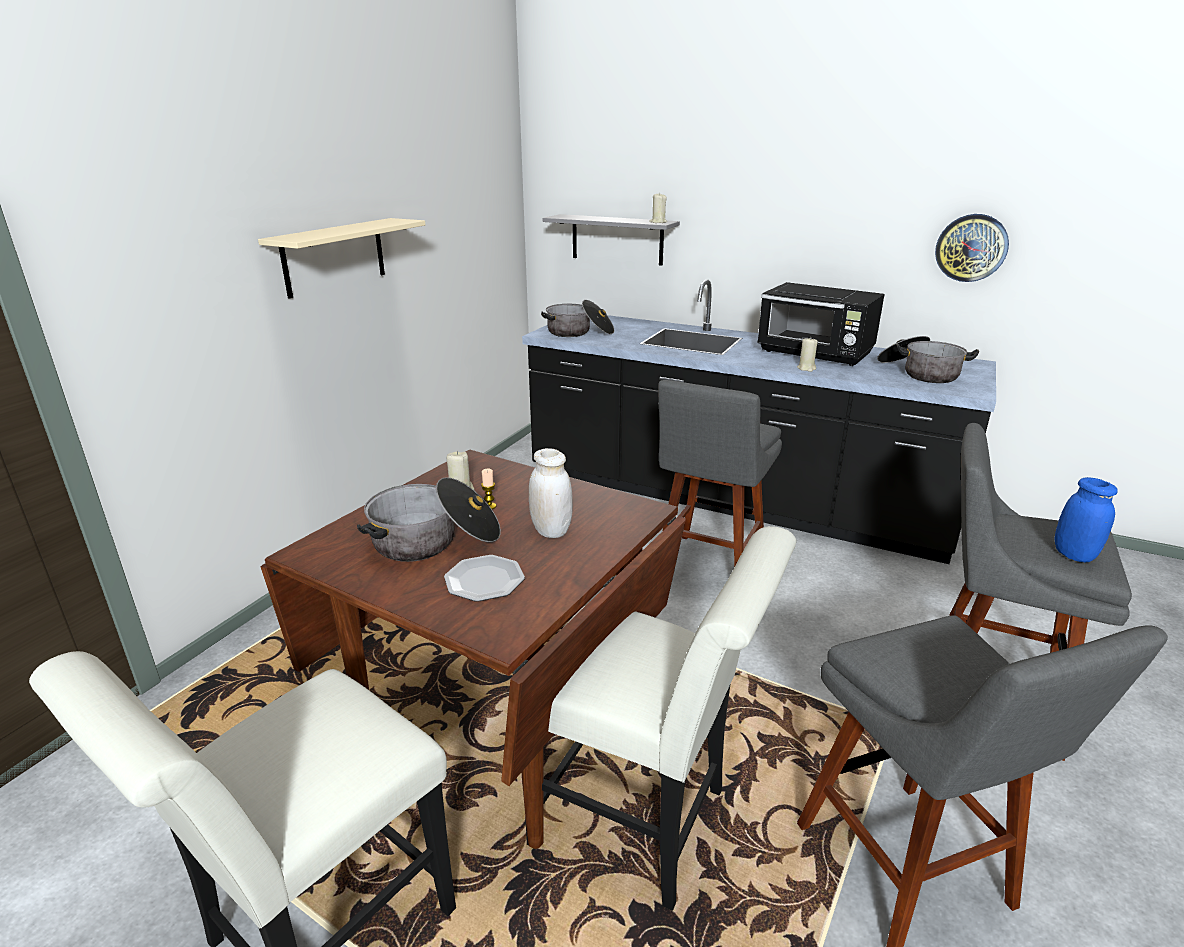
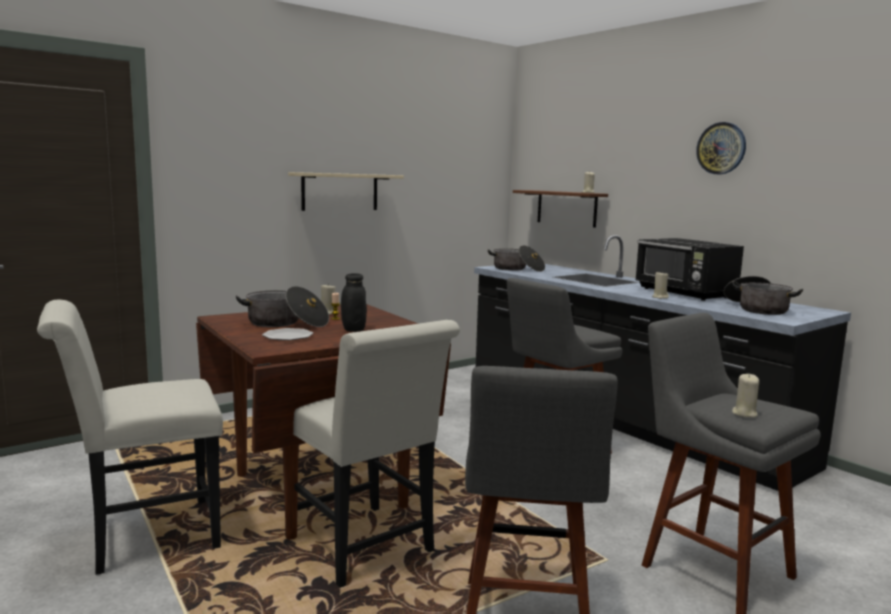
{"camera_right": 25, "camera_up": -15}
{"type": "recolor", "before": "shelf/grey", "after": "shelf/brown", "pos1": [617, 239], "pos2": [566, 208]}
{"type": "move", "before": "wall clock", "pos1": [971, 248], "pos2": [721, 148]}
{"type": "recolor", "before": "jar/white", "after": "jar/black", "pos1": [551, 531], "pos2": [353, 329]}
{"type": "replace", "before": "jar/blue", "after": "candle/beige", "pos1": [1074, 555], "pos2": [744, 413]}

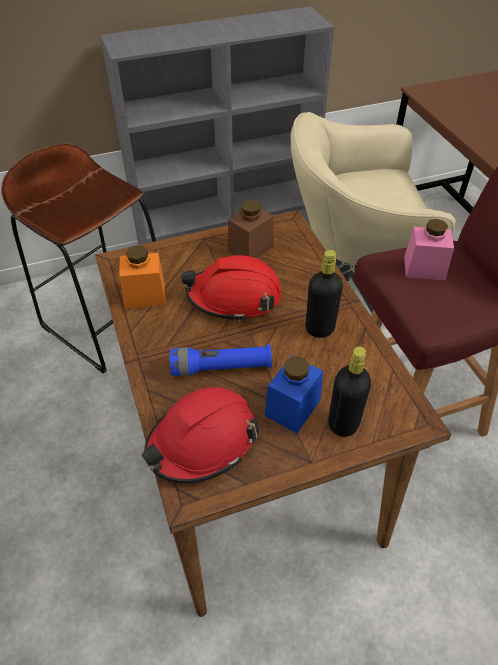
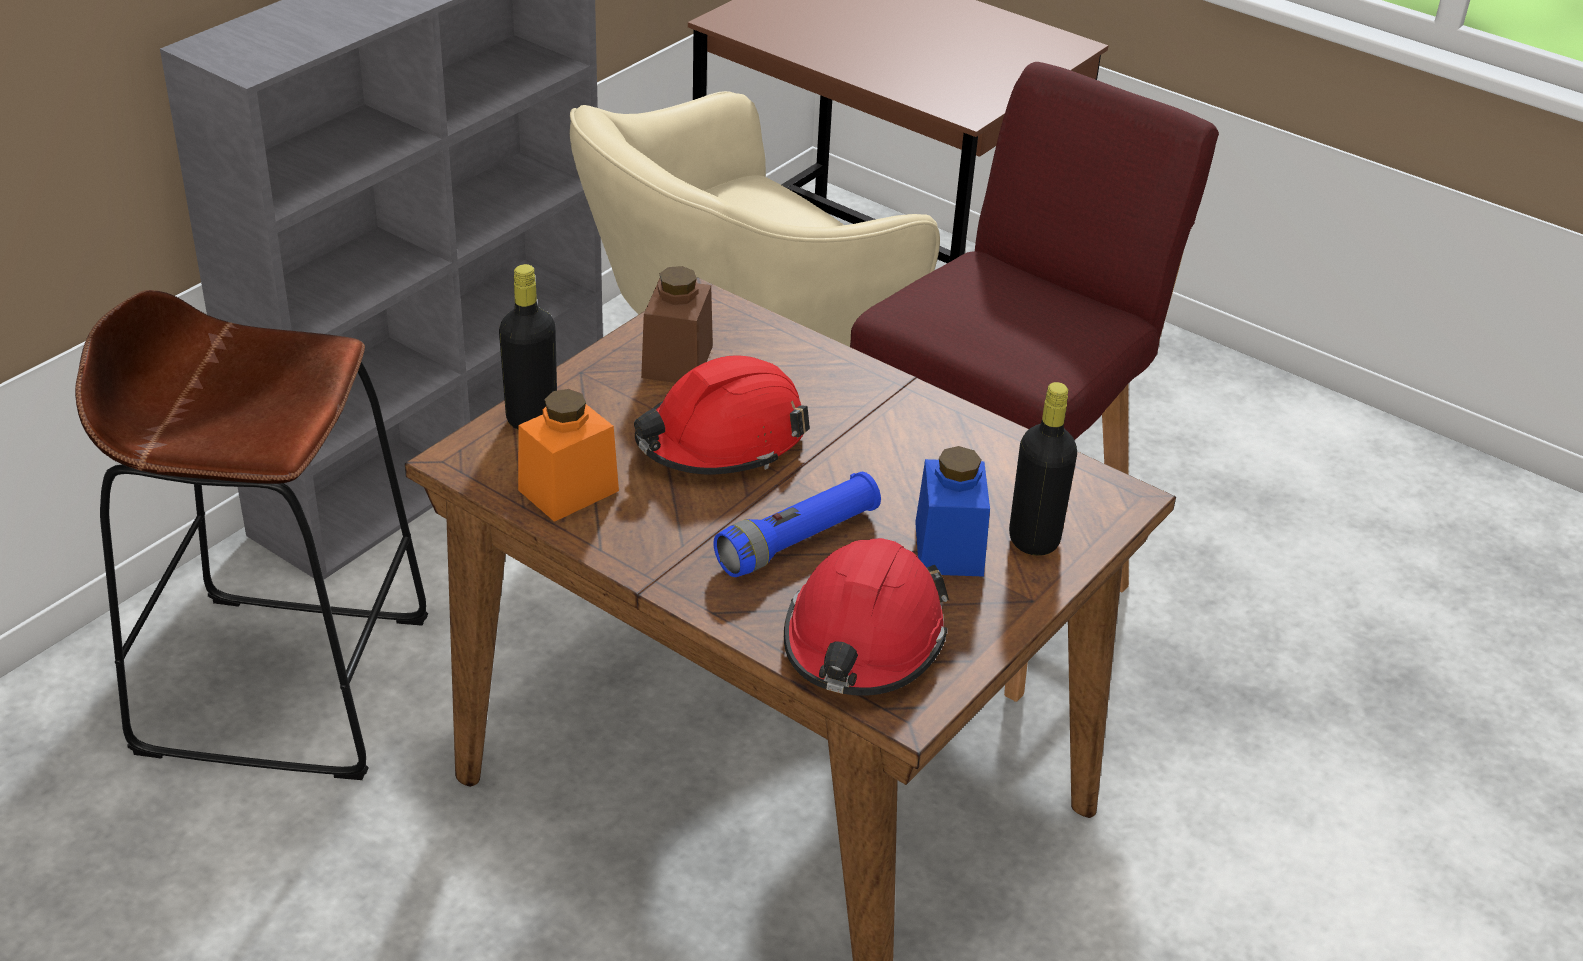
{"camera_right": -35, "camera_up": -10}
{"type": "delete", "before": "jar/pink", "pos1": [424, 268]}
{"type": "move", "before": "bottle/black", "pos1": [319, 328], "pos2": [532, 418]}

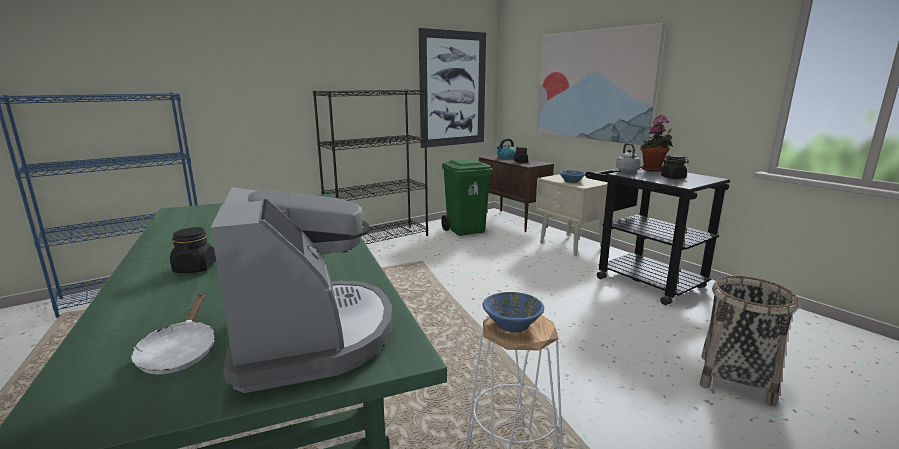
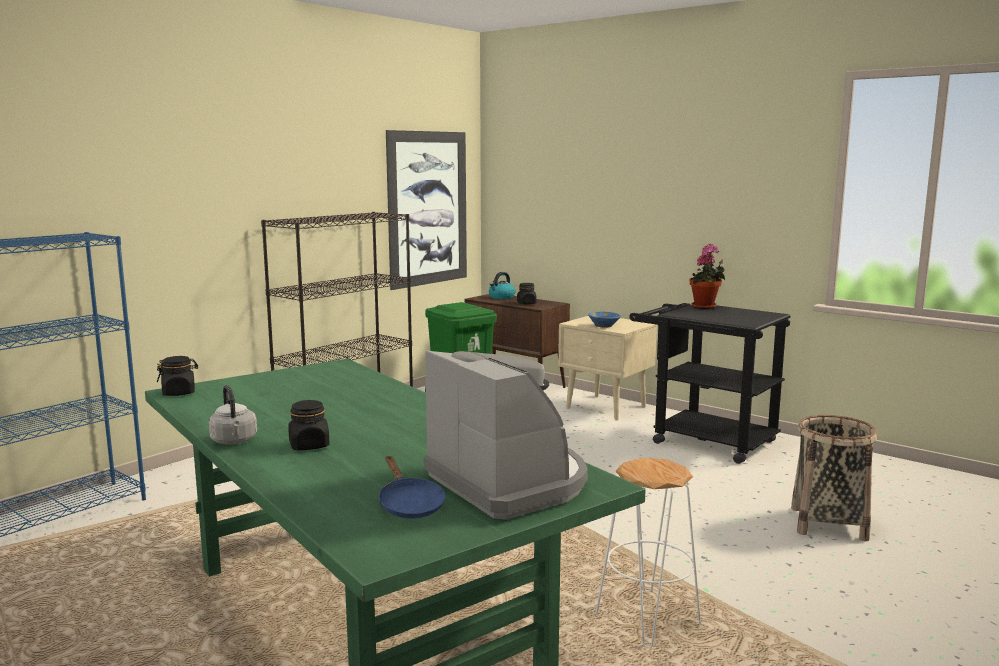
{"camera_right": -15, "camera_up": -5}
{"type": "delete", "before": "picture", "pos1": [593, 85]}
{"type": "move", "before": "kettle/grey", "pos1": [628, 171], "pos2": [234, 441]}
{"type": "move", "before": "jar/black", "pos1": [673, 177], "pos2": [179, 393]}
{"type": "delete", "before": "bowl/blue", "pos1": [512, 323]}
{"type": "recolor", "before": "frying pan/white", "after": "frying pan/blue", "pos1": [180, 352], "pos2": [409, 504]}

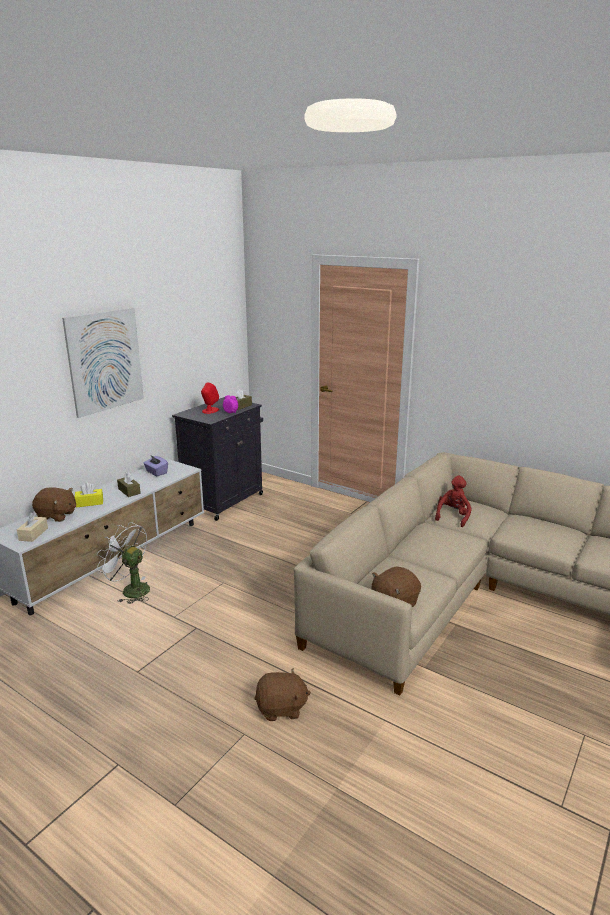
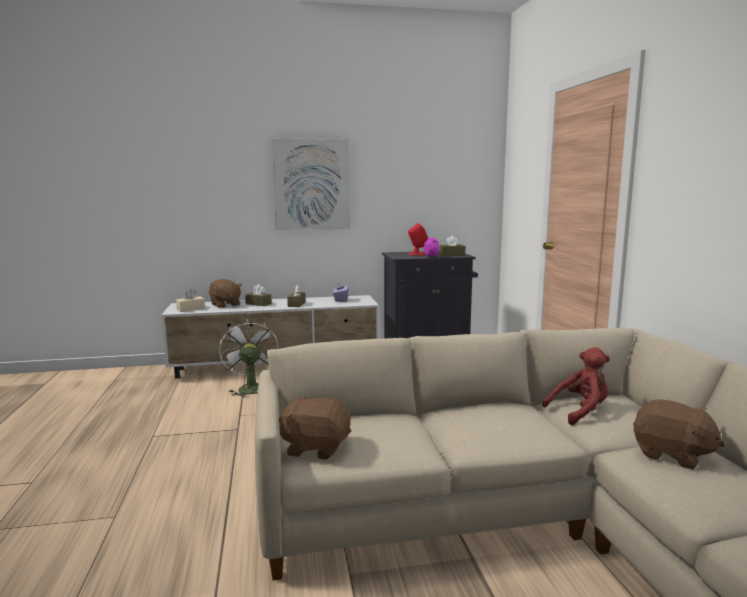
{"camera_right": 45, "camera_up": -10}
{"type": "recolor", "before": "tissue box/yellow", "after": "tissue box/brown", "pos1": [89, 503], "pos2": [258, 304]}
{"type": "move", "before": "plush toy/brown", "pos1": [281, 708], "pos2": [672, 455]}

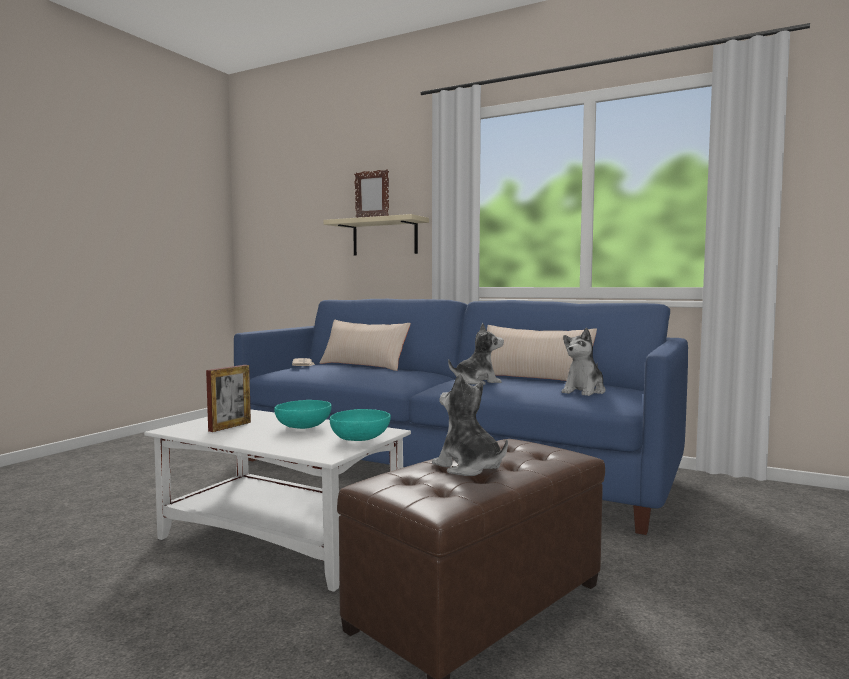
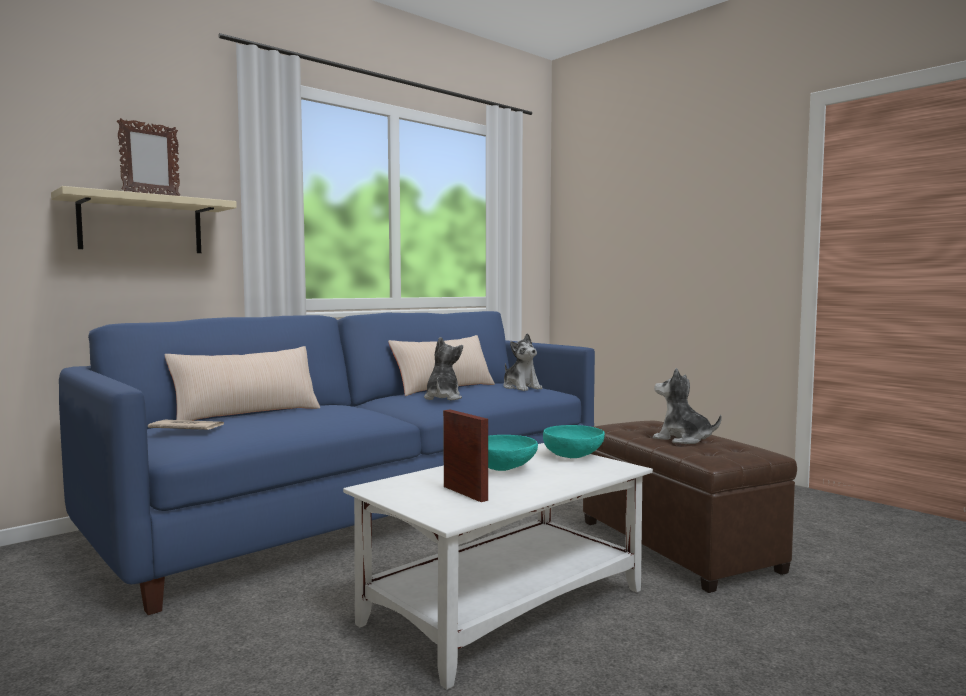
{"camera_right": -70, "camera_up": 0}
{"type": "rotate", "before": "plush toy", "pos1": [468, 467], "pos2": [682, 439], "turn": 60}

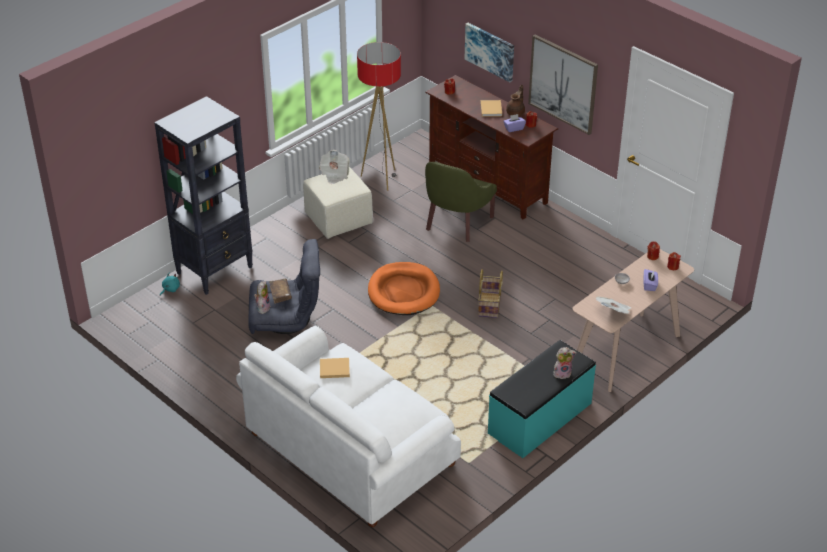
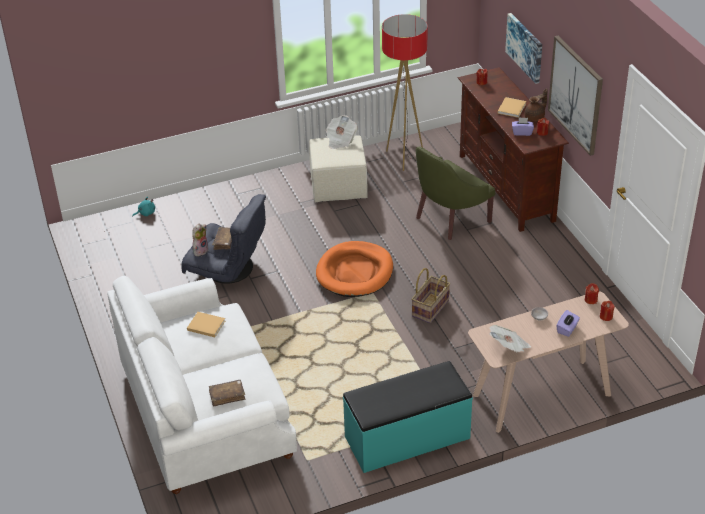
{"camera_right": 25, "camera_up": 0}
{"type": "delete", "before": "bookcase/black", "pos1": [215, 270]}
{"type": "delete", "before": "plush toy", "pos1": [562, 373]}
{"type": "insert", "after": "book/brown", "pos2": [227, 395]}

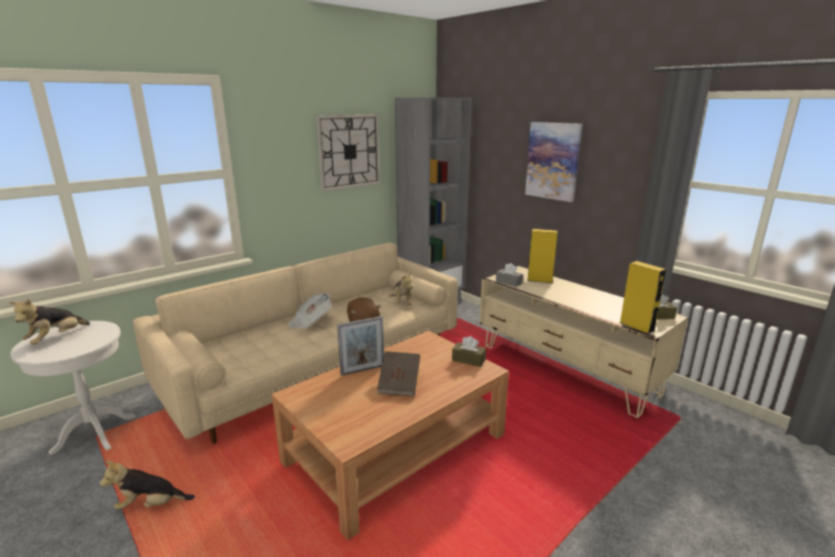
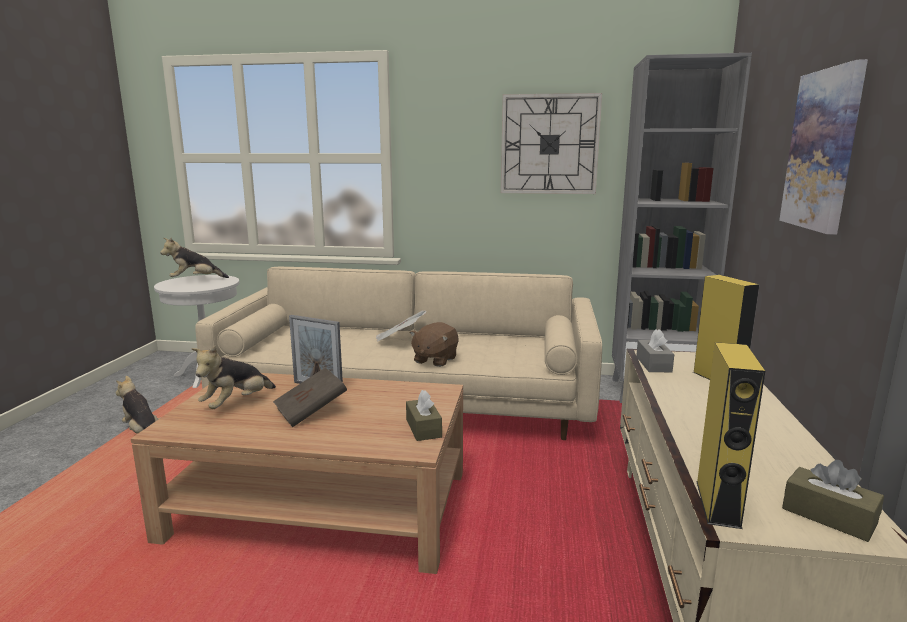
{"camera_right": 50, "camera_up": -5}
{"type": "move", "before": "plush toy", "pos1": [401, 303], "pos2": [236, 404]}

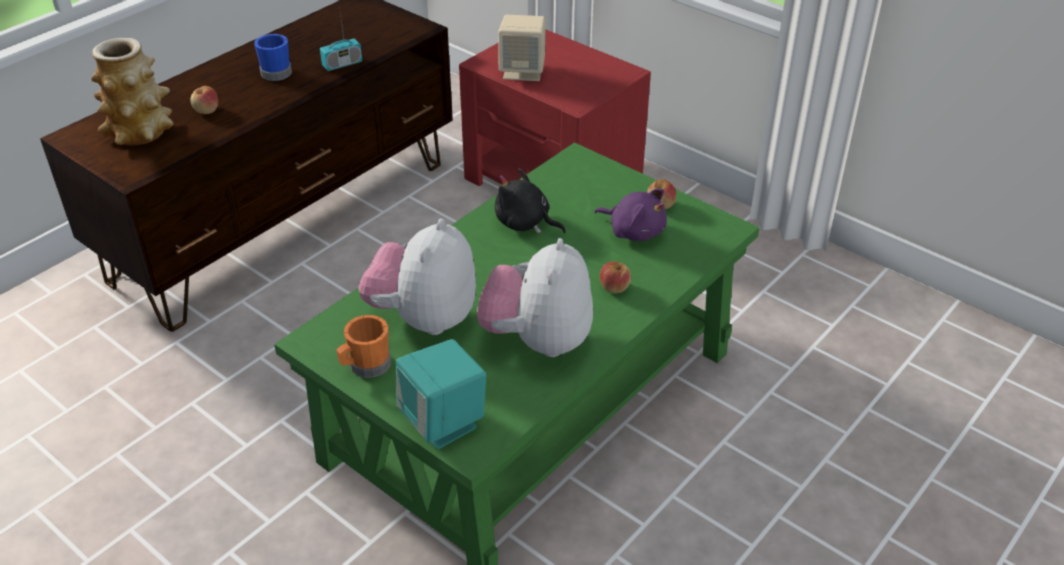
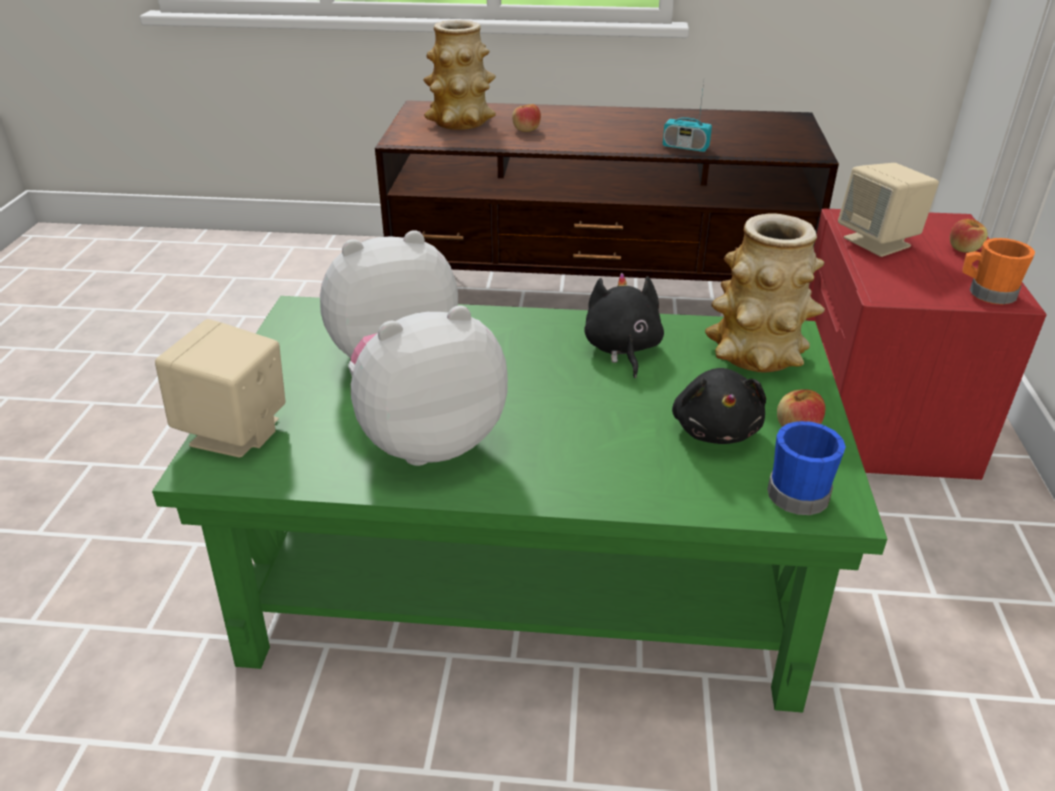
{"camera_right": 55, "camera_up": -5}
{"type": "move", "before": "mug/blue", "pos1": [274, 72], "pos2": [798, 490]}
{"type": "recolor", "before": "plush toy/purple", "after": "plush toy/black", "pos1": [634, 231], "pos2": [715, 429]}
{"type": "move", "before": "apple", "pos1": [614, 287], "pos2": [964, 249]}
{"type": "move", "before": "mug/orange", "pos1": [366, 366], "pos2": [986, 293]}
{"type": "recolor", "before": "speaker/turquoise", "after": "speaker/beige", "pos1": [444, 422], "pos2": [236, 432]}
{"type": "insert", "after": "vase", "pos2": [756, 354]}

